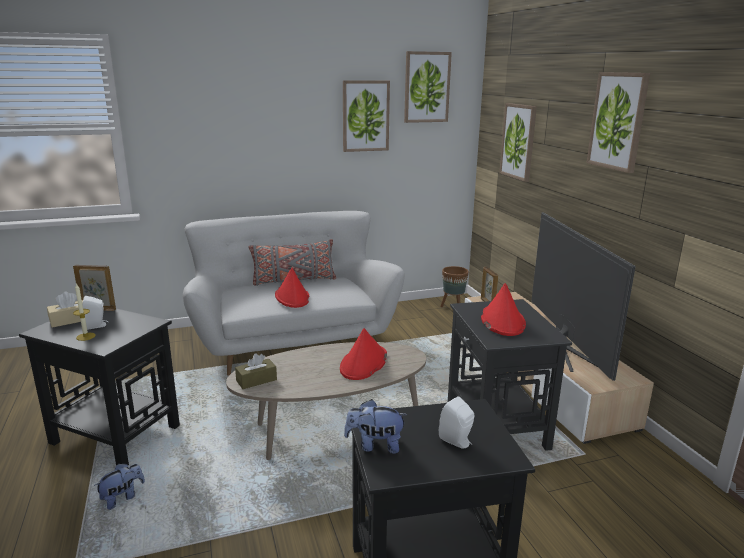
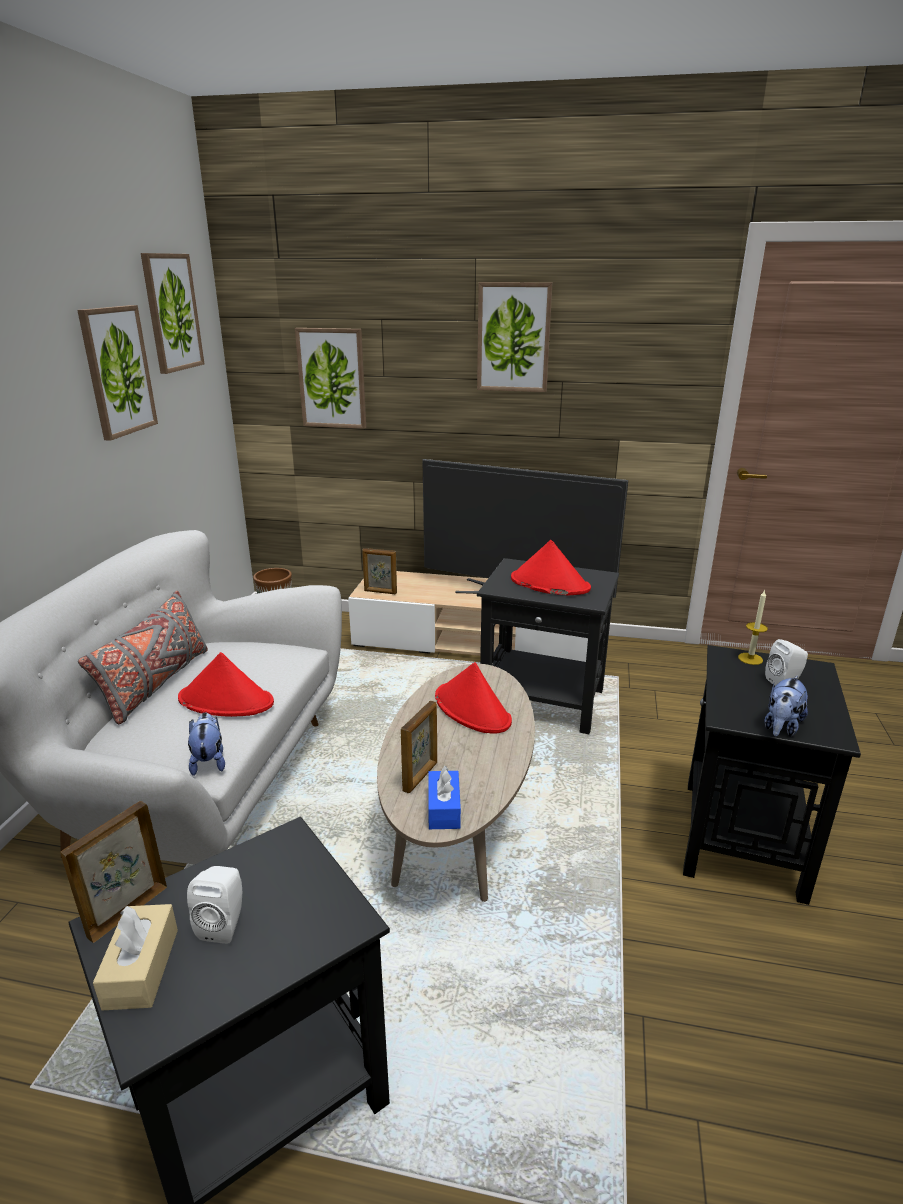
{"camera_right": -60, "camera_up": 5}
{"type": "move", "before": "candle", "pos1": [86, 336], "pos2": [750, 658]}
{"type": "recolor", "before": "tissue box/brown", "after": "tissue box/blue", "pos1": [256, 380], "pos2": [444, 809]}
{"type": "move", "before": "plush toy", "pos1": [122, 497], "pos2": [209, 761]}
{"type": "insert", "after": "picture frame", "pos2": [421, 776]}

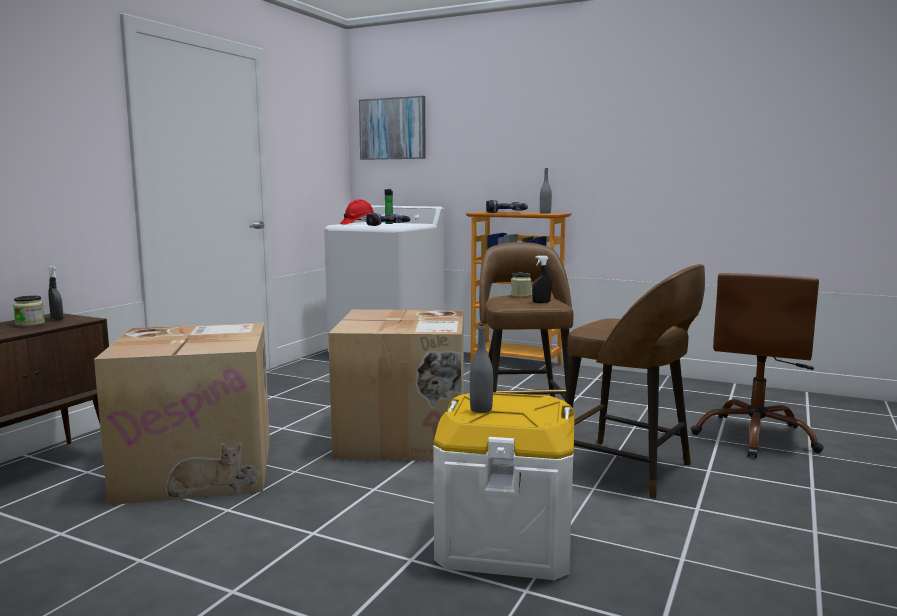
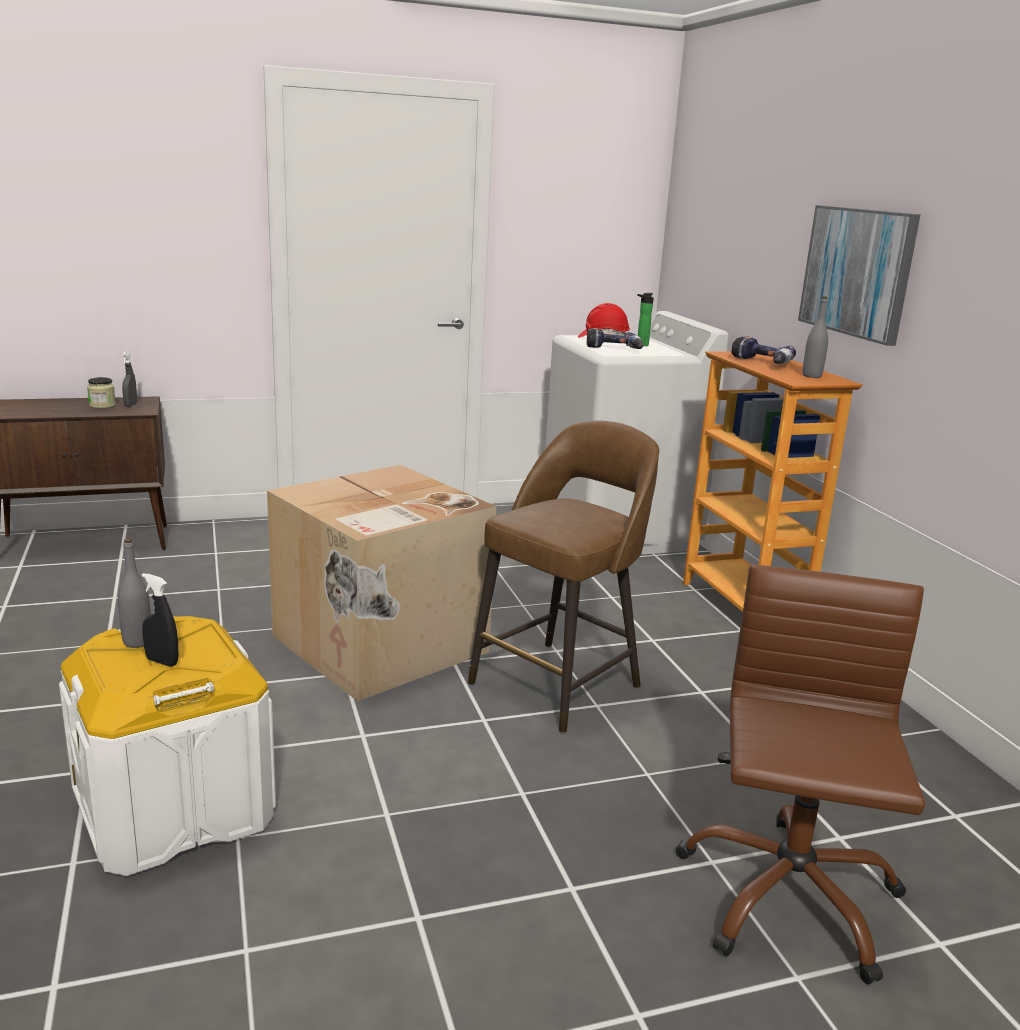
{"camera_right": 45, "camera_up": 10}
{"type": "move", "before": "picture", "pos1": [393, 129], "pos2": [857, 272]}
{"type": "move", "before": "spray bottle/black", "pos1": [541, 302], "pos2": [162, 661]}
{"type": "delete", "before": "stool/brown", "pos1": [628, 469]}
{"type": "delete", "before": "jar", "pos1": [520, 295]}
{"type": "rotate", "before": "office chair/brown", "pos1": [755, 437], "pos2": [787, 896], "turn": 120}
{"type": "delete", "before": "cardboard box", "pos1": [200, 468]}

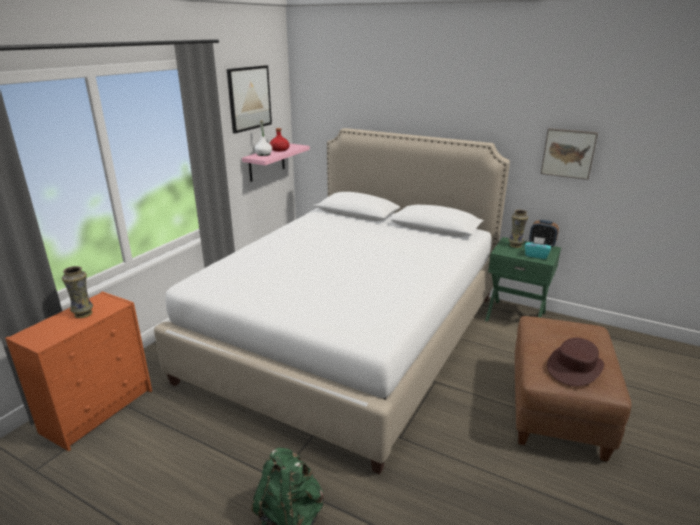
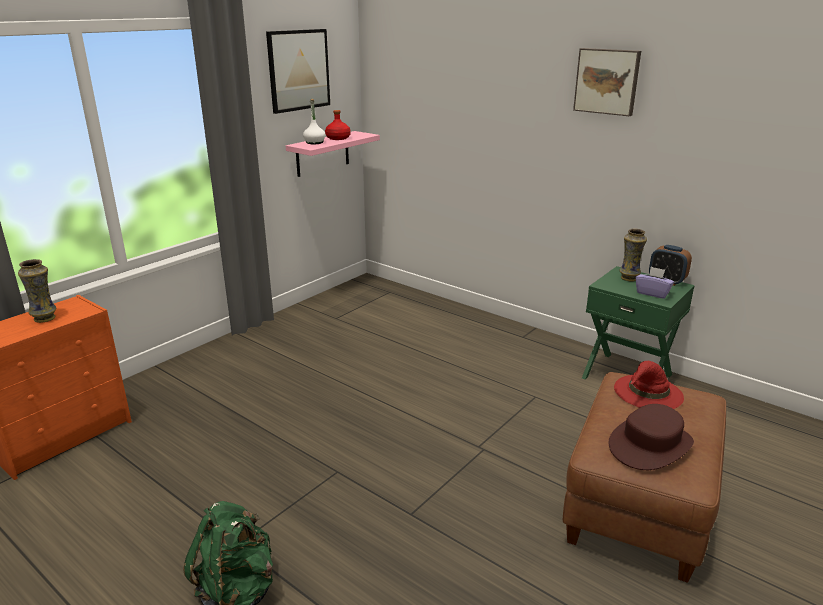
{"camera_right": 10, "camera_up": 0}
{"type": "delete", "before": "bed/white", "pos1": [350, 336]}
{"type": "move", "before": "picture", "pos1": [568, 153], "pos2": [607, 81]}
{"type": "recolor", "before": "tissue box/turquoise", "after": "tissue box/purple", "pos1": [536, 255], "pos2": [652, 293]}
{"type": "insert", "after": "hat/red", "pos2": [648, 393]}

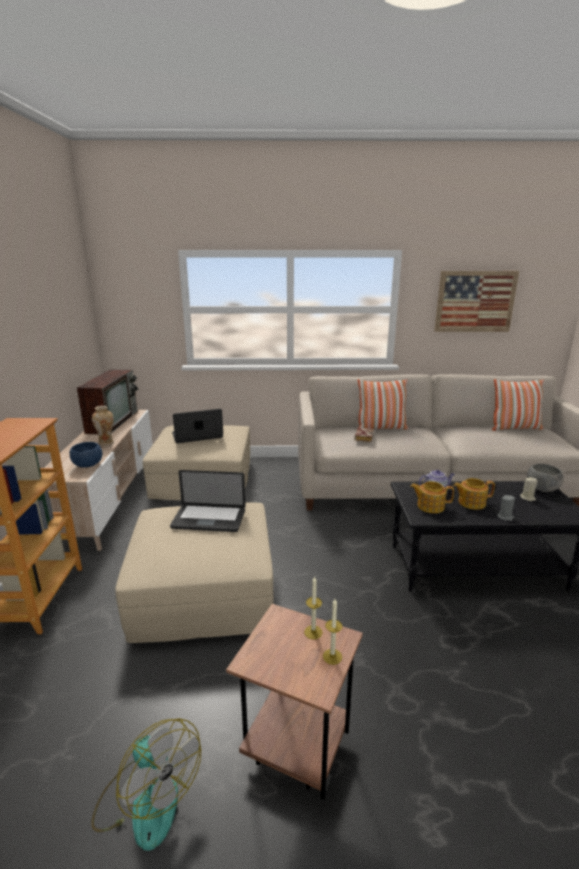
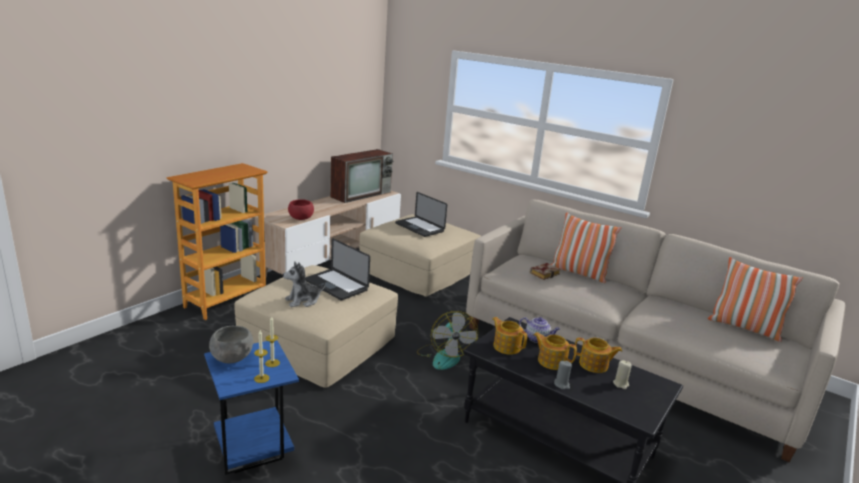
{"camera_right": 35, "camera_up": 0}
{"type": "delete", "before": "picture", "pos1": [475, 301]}
{"type": "delete", "before": "vase", "pos1": [106, 443]}
{"type": "rotate", "before": "laptop", "pos1": [197, 436], "pos2": [419, 227], "turn": -150}
{"type": "recolor", "before": "bowl/blue", "after": "bowl/red", "pos1": [88, 465], "pos2": [301, 218]}
{"type": "move", "before": "bowl/grey", "pos1": [542, 489], "pos2": [232, 358]}
{"type": "recolor", "before": "side table/brown", "after": "side table/blue", "pos1": [295, 751], "pos2": [252, 453]}
{"type": "move", "before": "fan", "pos1": [147, 799], "pos2": [444, 356]}
{"type": "insert", "after": "plush toy", "pos2": [303, 301]}
{"type": "insert", "after": "teapot", "pos2": [594, 365]}

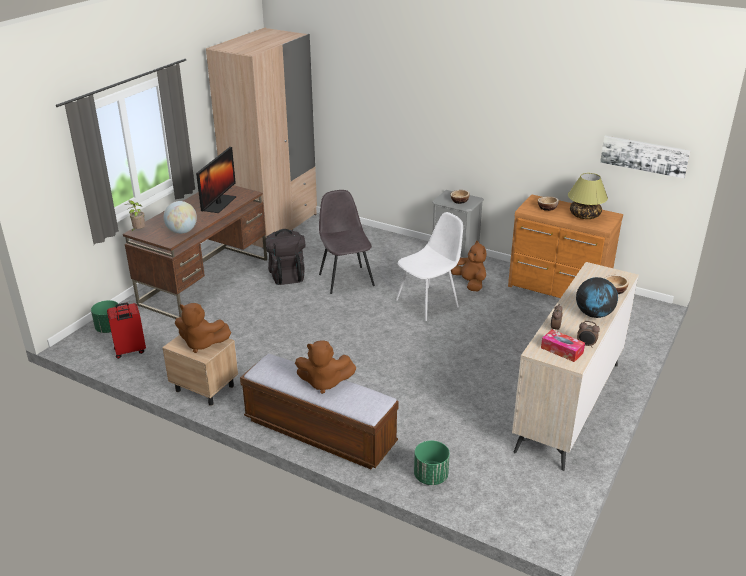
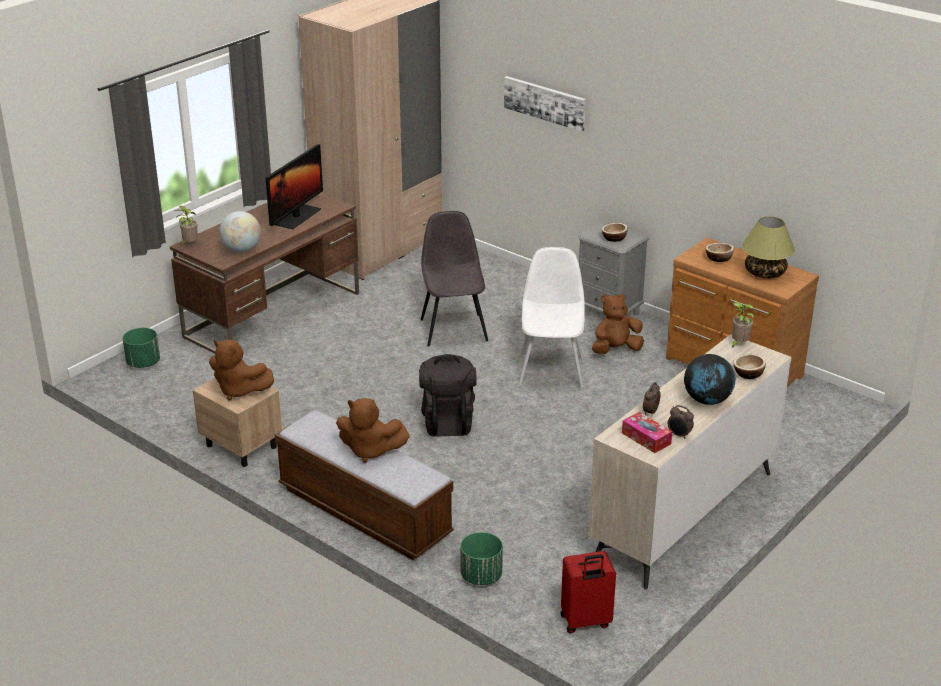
{"camera_right": 10, "camera_up": 0}
{"type": "move", "before": "picture", "pos1": [644, 156], "pos2": [545, 102]}
{"type": "rotate", "before": "chair/white", "pos1": [428, 303], "pos2": [551, 370], "turn": -60}
{"type": "move", "before": "backpack/black", "pos1": [287, 275], "pos2": [447, 421]}
{"type": "rotate", "before": "plush toy/brown", "pos1": [469, 283], "pos2": [615, 350], "turn": -90}
{"type": "move", "before": "suitcase/red", "pos1": [130, 351], "pos2": [585, 622]}
{"type": "insert", "after": "potted plant", "pos2": [739, 344]}

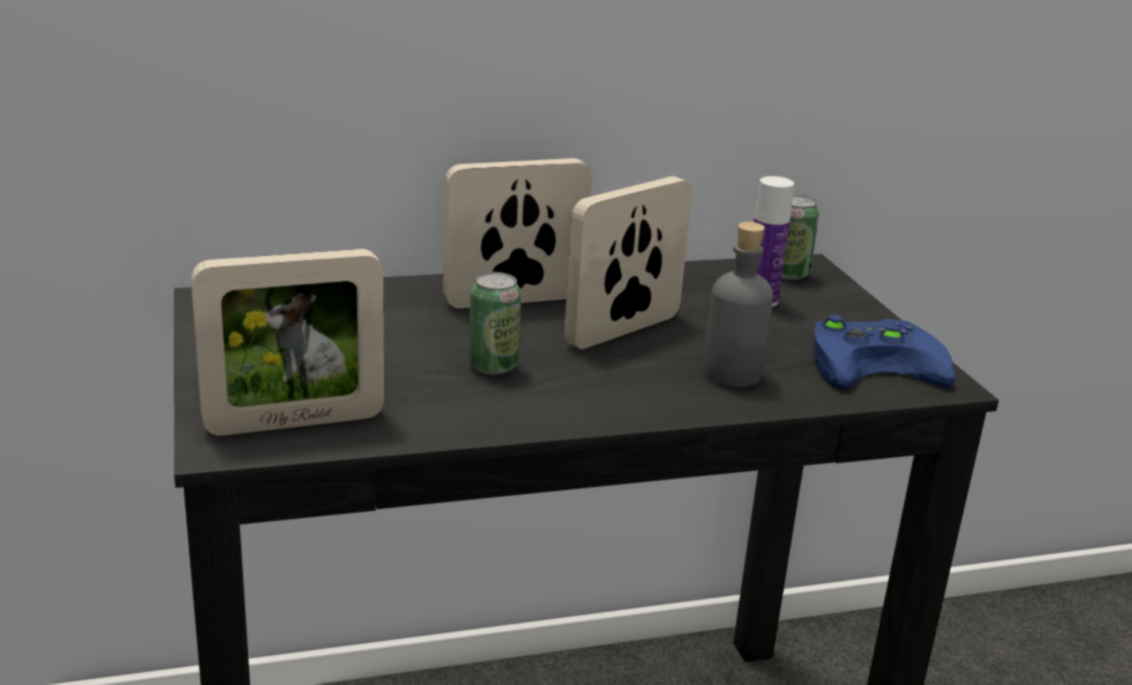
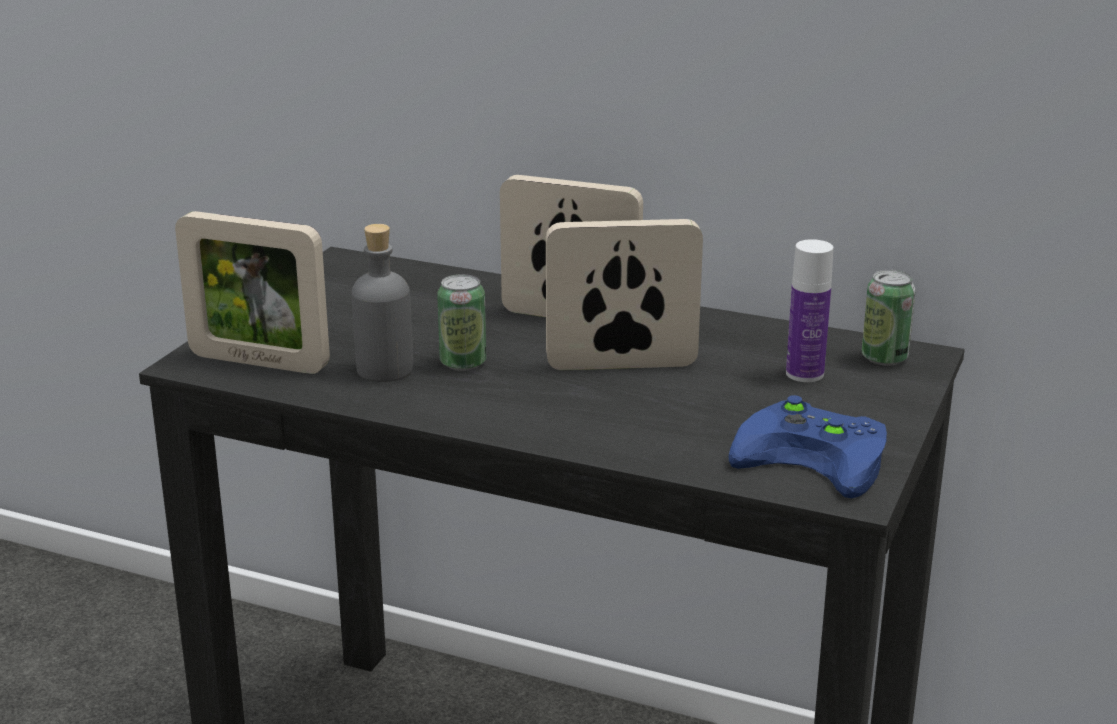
{"camera_right": 40, "camera_up": 0}
{"type": "move", "before": "bottle/grey", "pos1": [732, 374], "pos2": [384, 370]}

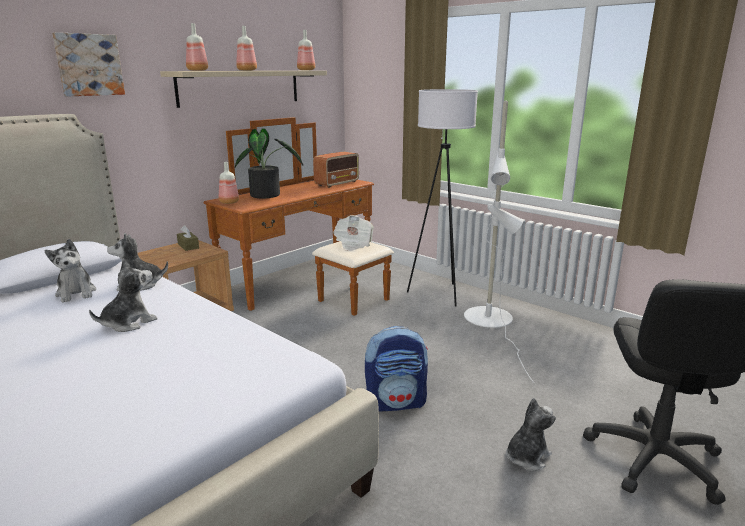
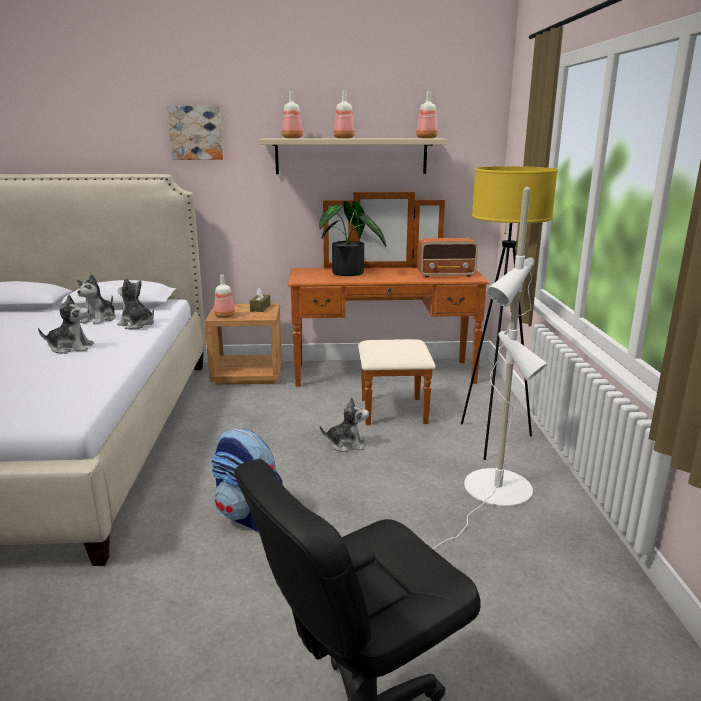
{"camera_right": 45, "camera_up": 0}
{"type": "recolor", "before": "floor lamp/white", "after": "floor lamp/yellow", "pos1": [438, 294], "pos2": [491, 439]}
{"type": "move", "before": "bottle", "pos1": [228, 202], "pos2": [224, 316]}
{"type": "delete", "before": "newspaper", "pos1": [353, 244]}
{"type": "move", "before": "plush toy", "pos1": [526, 457], "pos2": [346, 444]}

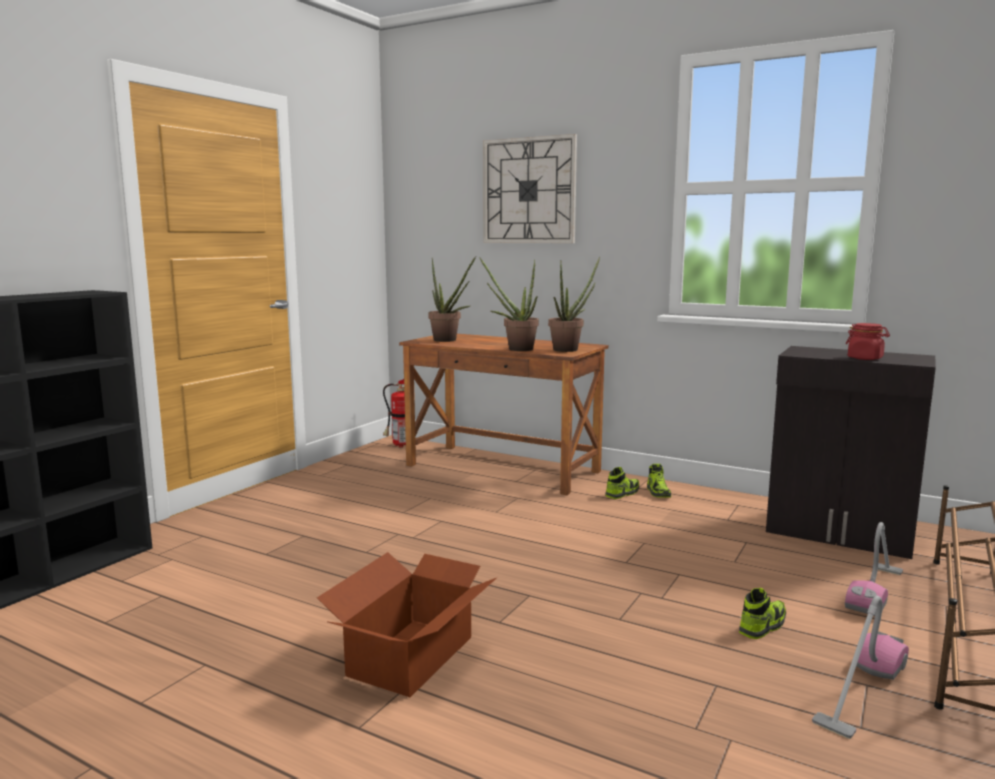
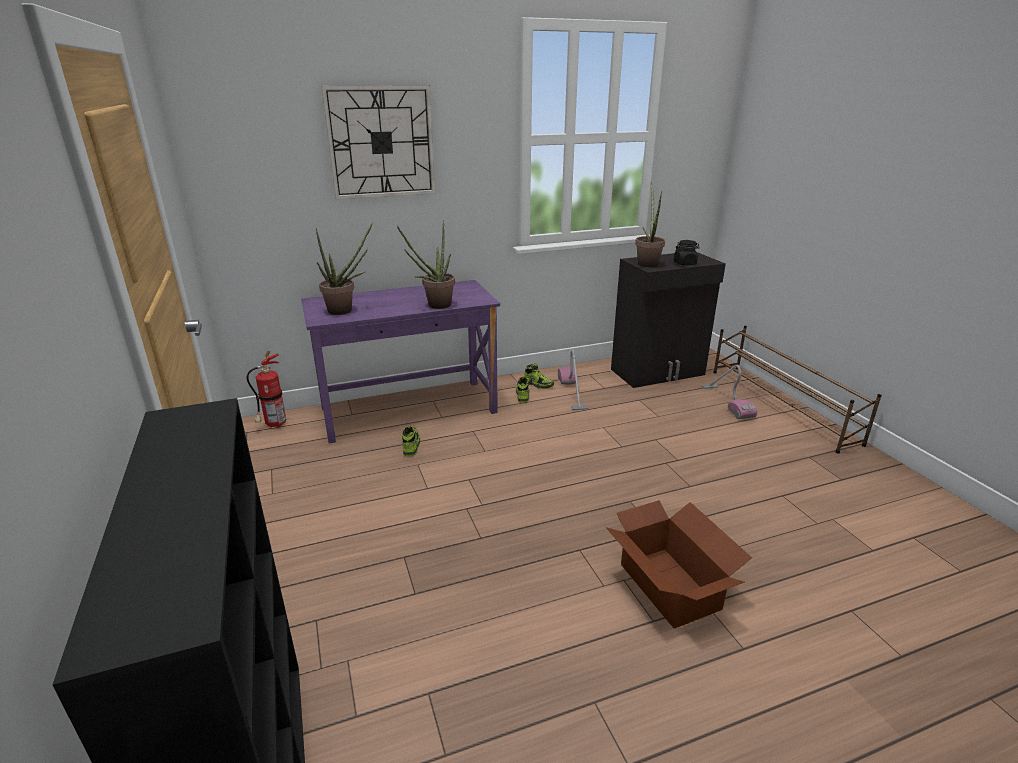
{"camera_right": -50, "camera_up": 15}
{"type": "move", "before": "potted plant", "pos1": [570, 349], "pos2": [647, 263]}
{"type": "recolor", "before": "jar/red", "after": "jar/black", "pos1": [865, 358], "pos2": [685, 263]}
{"type": "recolor", "before": "desk/brown", "after": "desk/purple", "pos1": [502, 468], "pos2": [409, 410]}
{"type": "move", "before": "shoe", "pos1": [762, 626], "pos2": [411, 446]}
{"type": "move", "before": "vacuum cleaner", "pos1": [861, 691], "pos2": [572, 392]}

